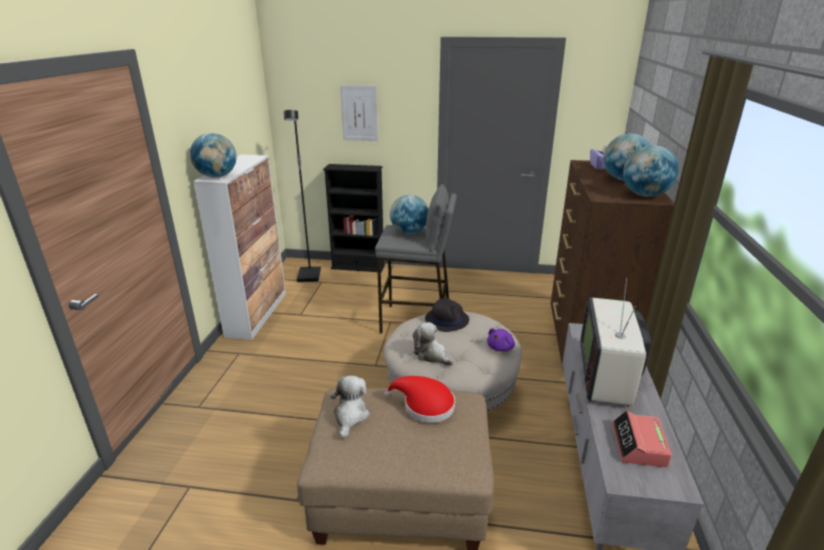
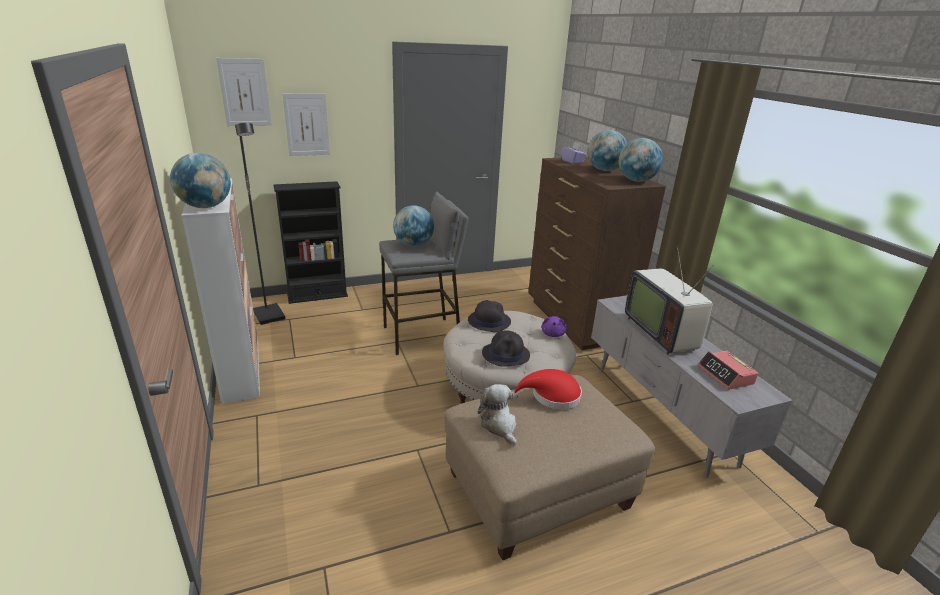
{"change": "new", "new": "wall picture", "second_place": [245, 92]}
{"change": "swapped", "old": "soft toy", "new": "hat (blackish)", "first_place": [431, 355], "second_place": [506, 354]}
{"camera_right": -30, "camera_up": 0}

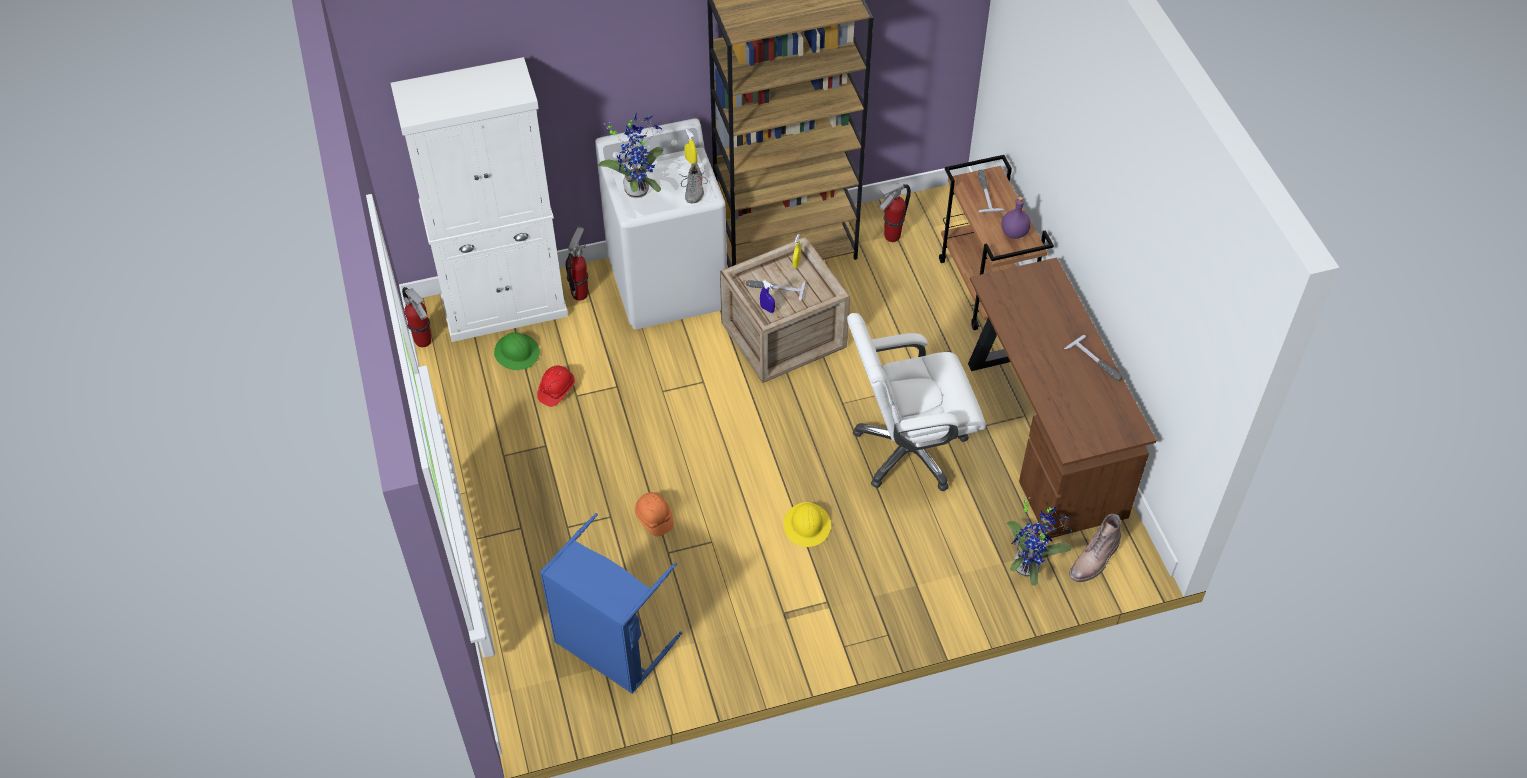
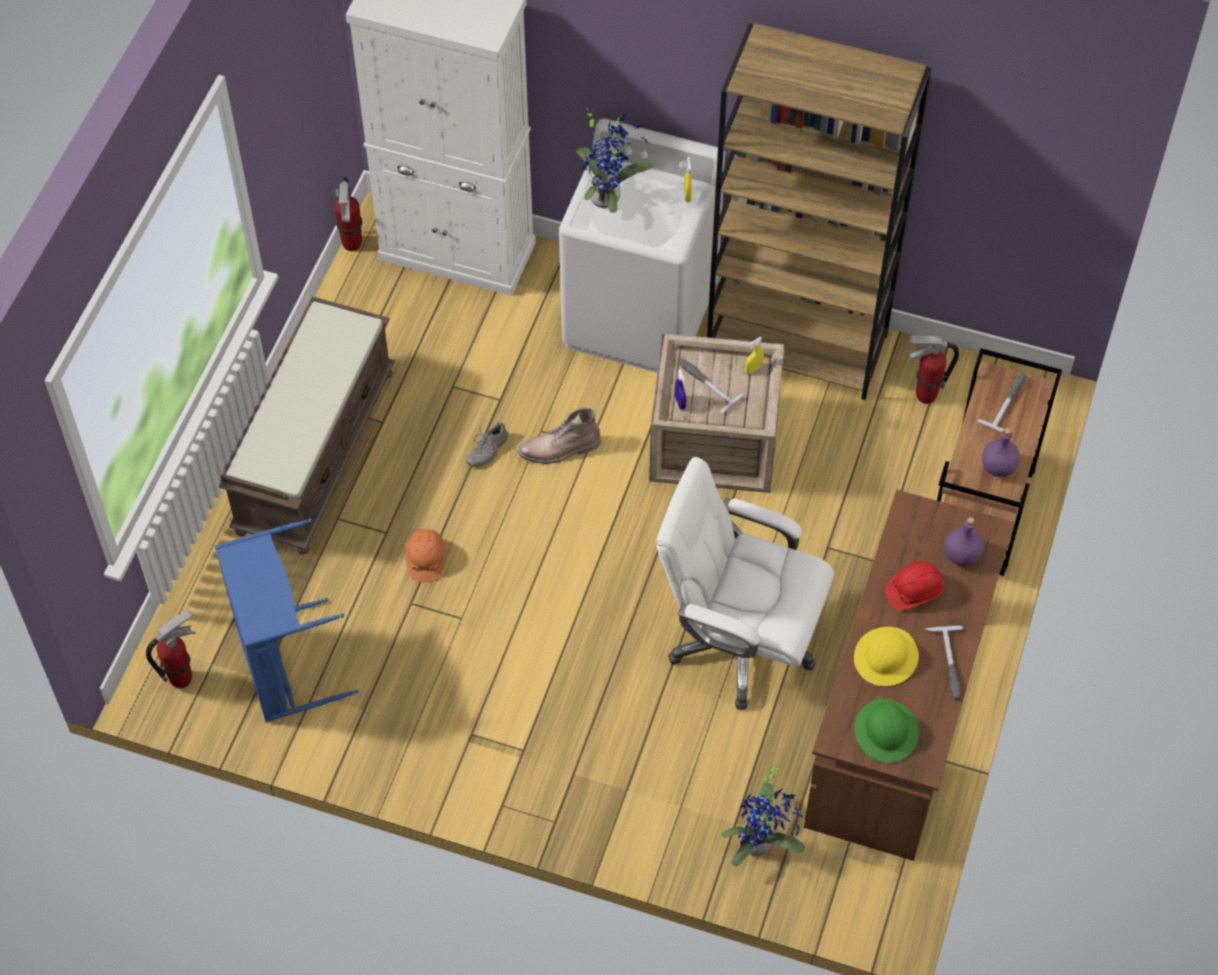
{"change": "shifted", "old": "fire extinguisher", "first_place": [580, 294], "second_place": [182, 678]}
{"change": "new", "new": "bench (brown)", "second_place": [314, 450]}
{"change": "shifted", "old": "item of footwear (grey)", "first_place": [693, 189], "second_place": [487, 450]}
{"change": "shifted", "old": "high-top boot (brown)", "first_place": [1094, 560], "second_place": [559, 449]}
{"change": "shifted", "old": "hard hat (yellow)", "first_place": [807, 525], "second_place": [886, 657]}
{"change": "shifted", "old": "hard hat (green)", "first_place": [517, 352], "second_place": [886, 731]}
{"change": "shifted", "old": "hard hat (reddish)", "first_place": [556, 390], "second_place": [913, 591]}
{"change": "new", "new": "beverage bottle (purplish)", "second_place": [962, 555]}
{"camera_right": 35, "camera_up": 5}

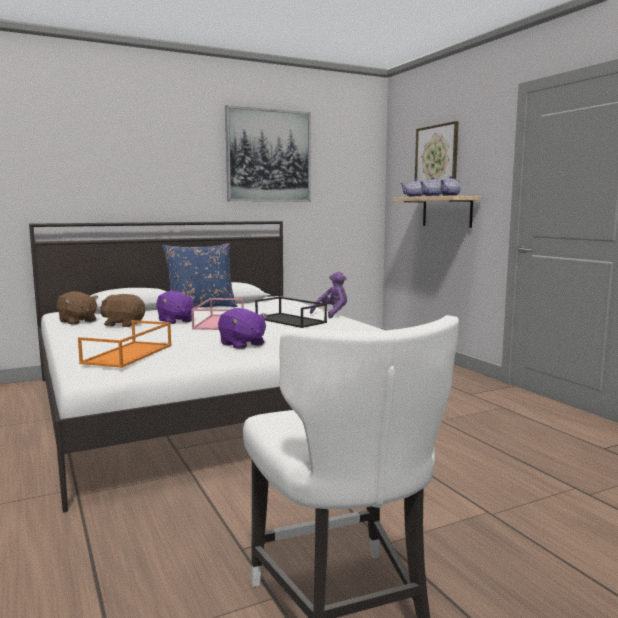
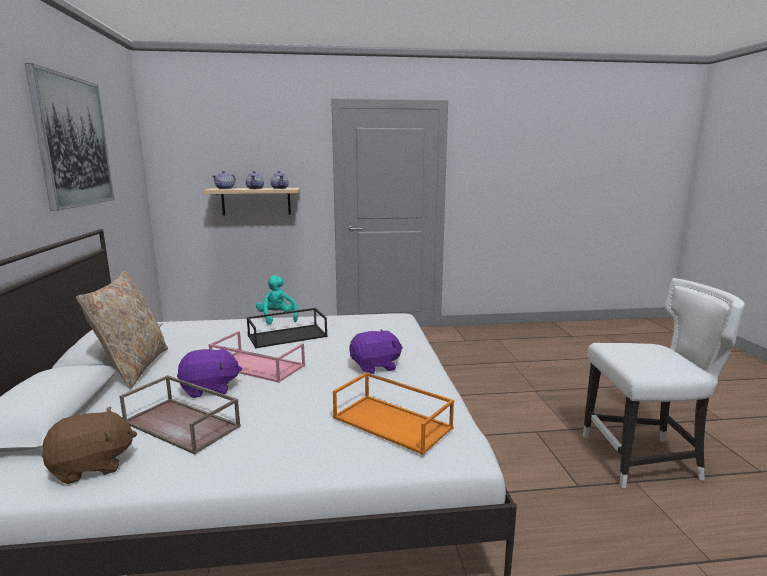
{"change": "repainted", "old": "pillow (blue-coloured)", "new": "pillow (sand-coloured)", "first_place": [201, 307], "second_place": [133, 367]}
{"change": "swapped", "old": "soft toy (brown)", "new": "tray (brown)", "first_place": [123, 324], "second_place": [183, 424]}
{"change": "repainted", "old": "soft toy (purplish)", "new": "soft toy (turquoise-coloured)", "first_place": [332, 314], "second_place": [277, 318]}
{"change": "gone", "old": "wall picture", "first_place": [436, 157]}
{"camera_right": -70, "camera_up": 5}

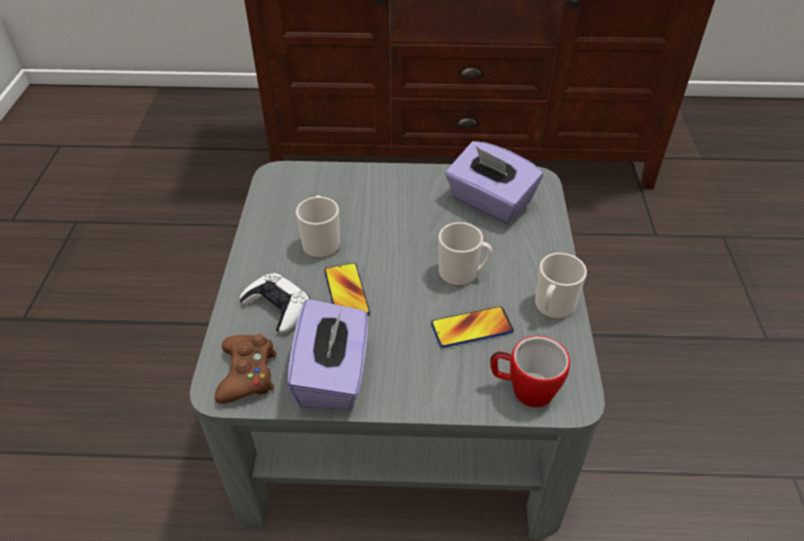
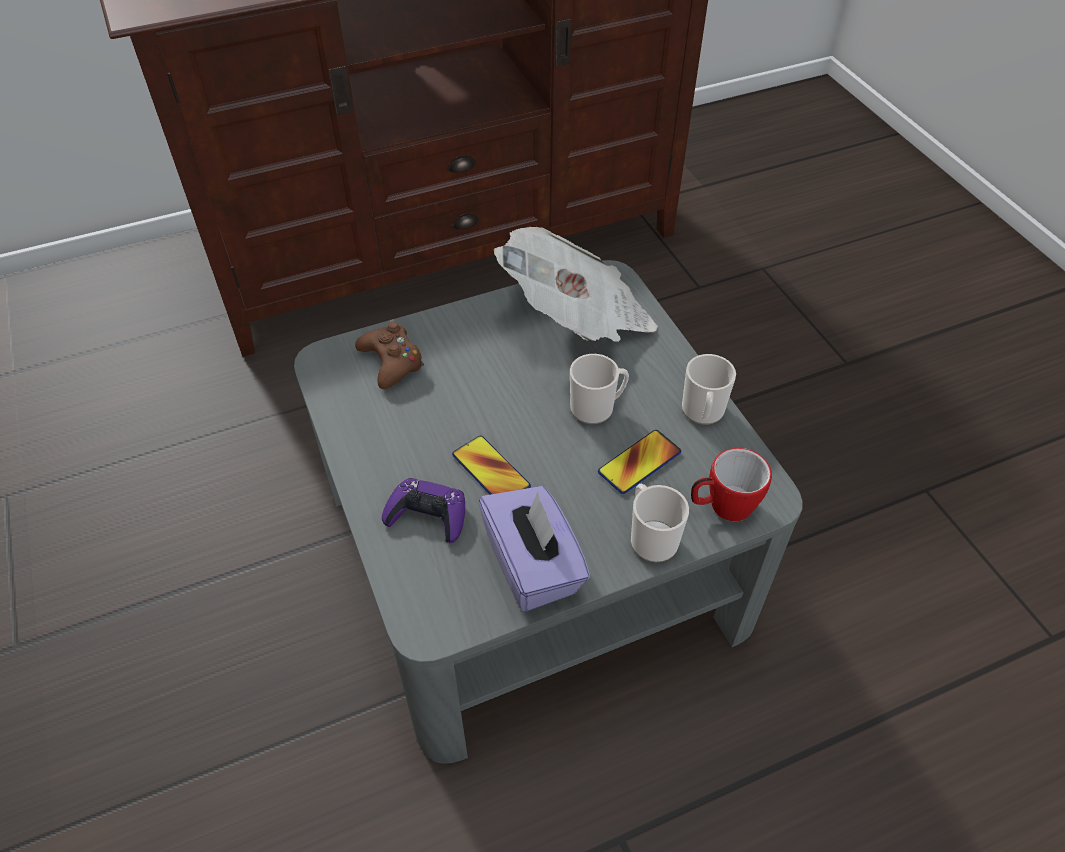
{"change": "shifted", "old": "game controller (brown)", "first_place": [248, 374], "second_place": [392, 362]}
{"change": "repainted", "old": "game controller (whitish)", "new": "game controller (purplish)", "first_place": [277, 307], "second_place": [427, 515]}
{"change": "swapped", "old": "tissue holder (purplish)", "new": "newspaper", "first_place": [489, 202], "second_place": [577, 318]}
{"change": "shifted", "old": "tea mug", "first_place": [321, 243], "second_place": [651, 537]}
{"camera_right": -25, "camera_up": 5}

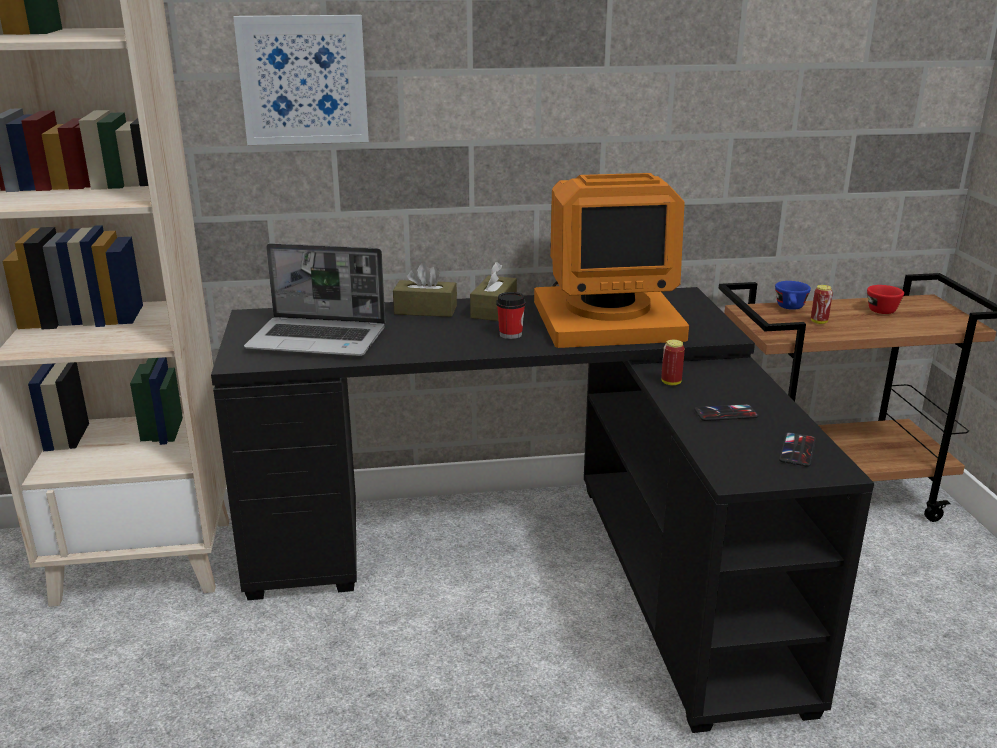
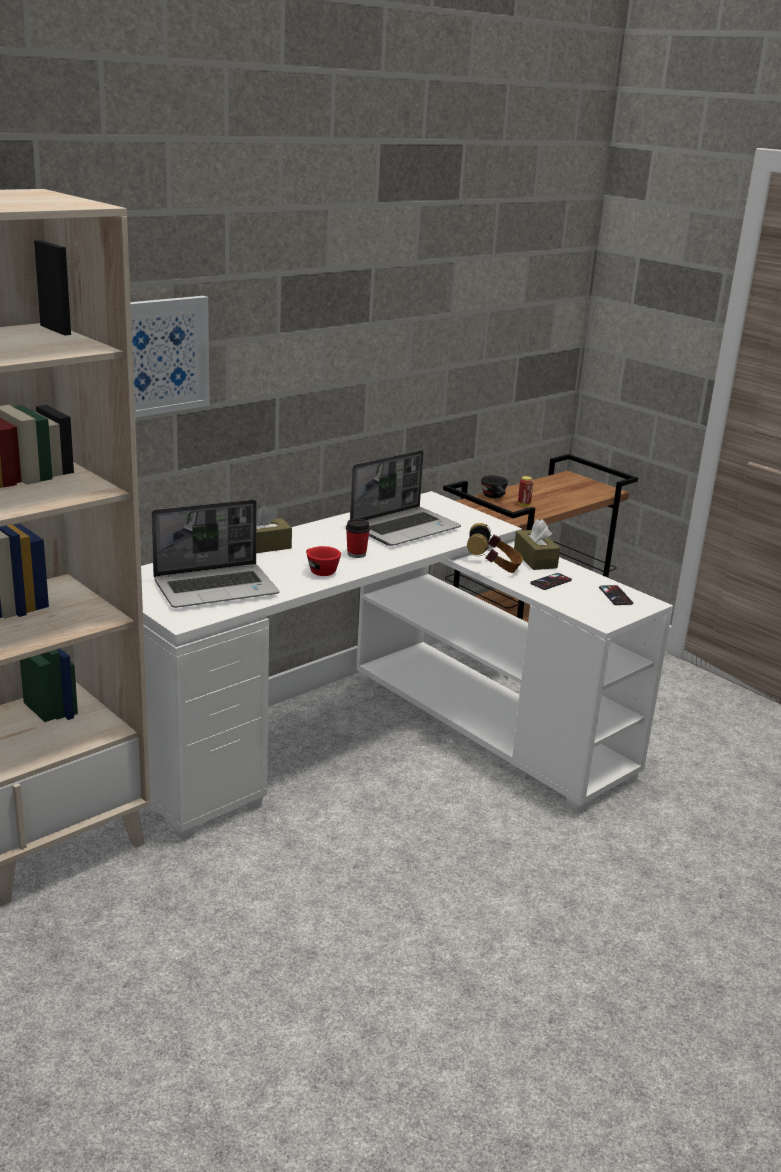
{"change": "repainted", "old": "desk table (blackish)", "new": "desk table (whitish)", "first_place": [538, 561], "second_place": [377, 740]}
{"change": "shifted", "old": "small cup (reddish)", "first_place": [879, 309], "second_place": [319, 571]}
{"change": "swapped", "old": "computer screen", "new": "portable computer", "first_place": [606, 318], "second_place": [405, 528]}
{"change": "swapped", "old": "sealed can", "new": "headset", "first_place": [671, 383], "second_place": [493, 568]}
{"change": "repainted", "old": "small cup (blue-coloured)", "new": "small cup (blackish)", "first_place": [791, 308], "second_place": [495, 497]}
{"change": "shifted", "old": "tissue holder (brown)", "first_place": [494, 309], "second_place": [535, 559]}
{"camera_right": -35, "camera_up": 0}

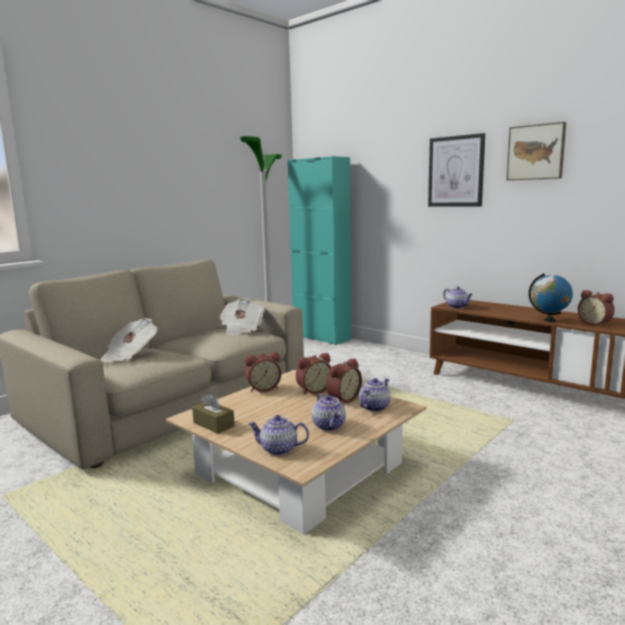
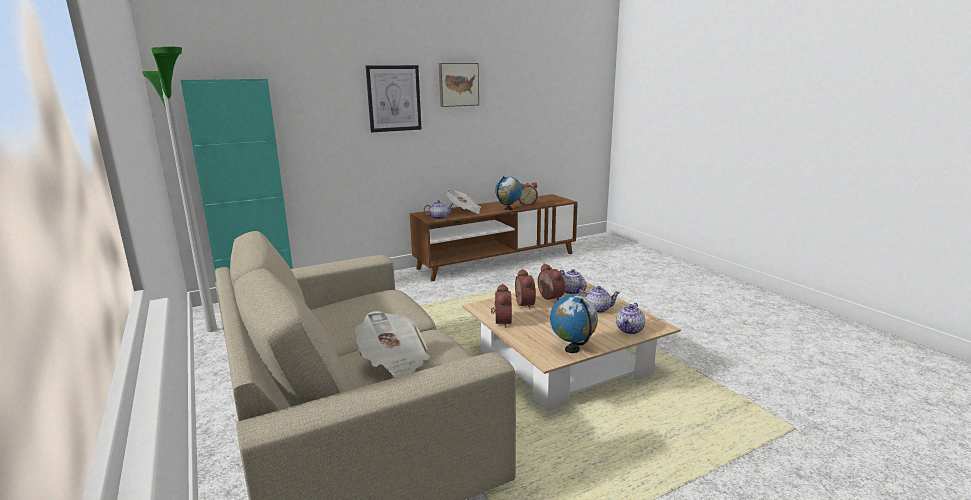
{"change": "shifted", "old": "newspaper", "first_place": [241, 329], "second_place": [464, 211]}
{"change": "swapped", "old": "tissue holder (brown)", "new": "world globe", "first_place": [213, 424], "second_place": [572, 349]}
{"camera_right": -70, "camera_up": 5}

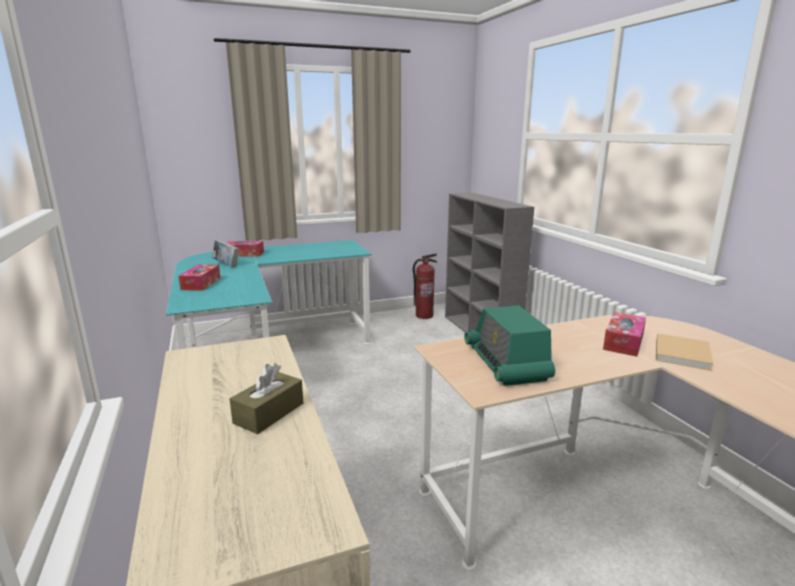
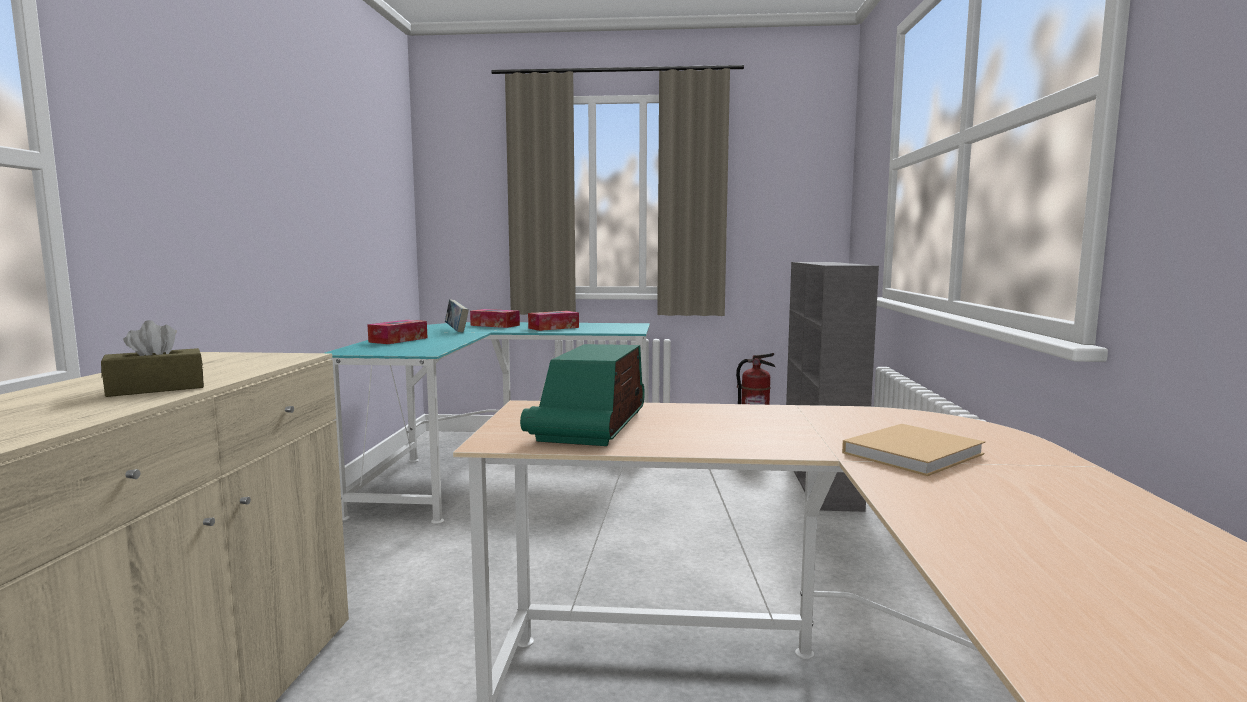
{"change": "shifted", "old": "tissue holder", "first_place": [623, 342], "second_place": [553, 328]}
{"camera_right": 25, "camera_up": -10}

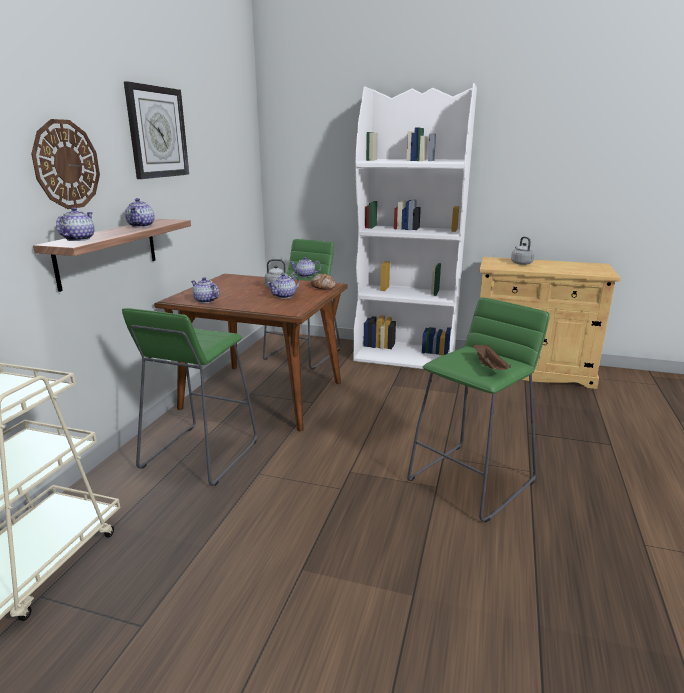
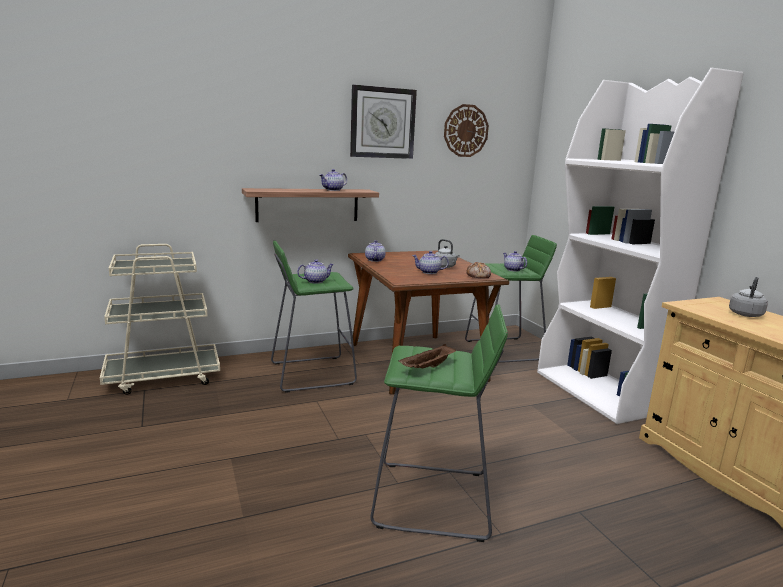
{"change": "shifted", "old": "pot for tea", "first_place": [78, 239], "second_place": [315, 281]}
{"change": "shifted", "old": "wall clock", "first_place": [66, 164], "second_place": [466, 131]}
{"camera_right": 50, "camera_up": -5}

